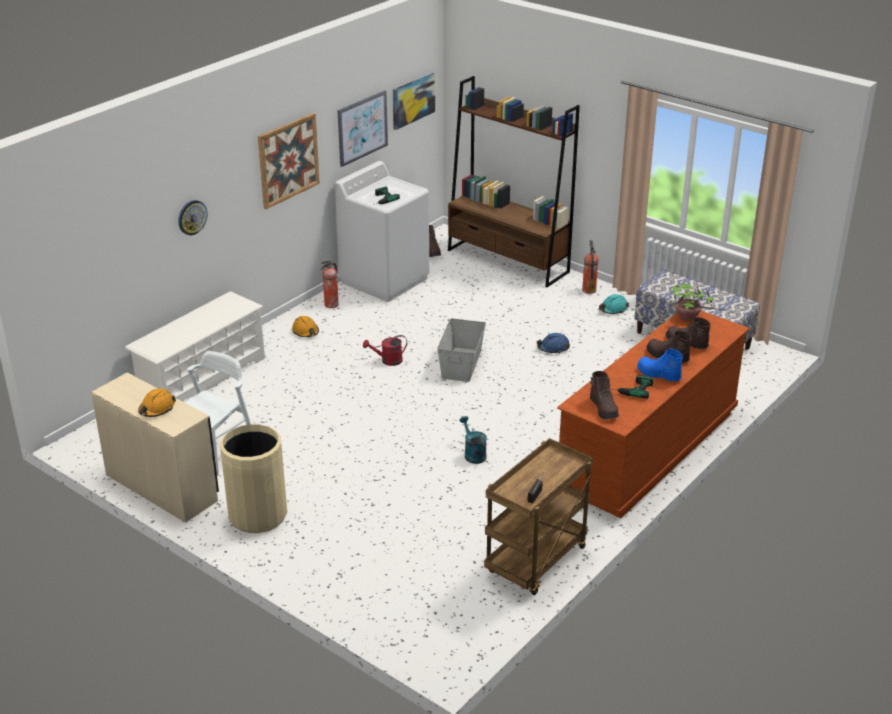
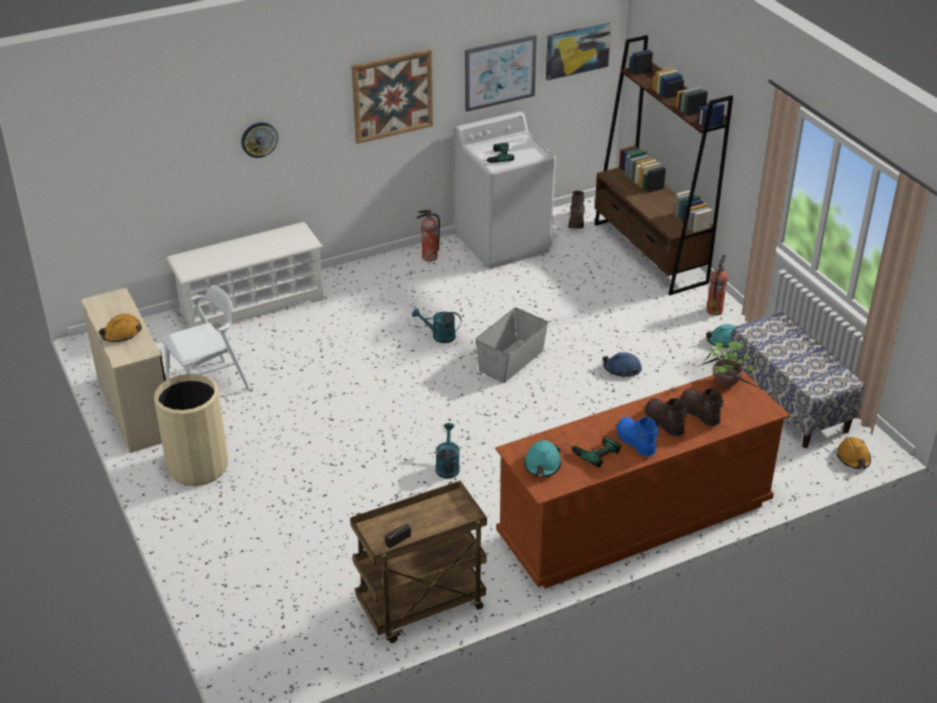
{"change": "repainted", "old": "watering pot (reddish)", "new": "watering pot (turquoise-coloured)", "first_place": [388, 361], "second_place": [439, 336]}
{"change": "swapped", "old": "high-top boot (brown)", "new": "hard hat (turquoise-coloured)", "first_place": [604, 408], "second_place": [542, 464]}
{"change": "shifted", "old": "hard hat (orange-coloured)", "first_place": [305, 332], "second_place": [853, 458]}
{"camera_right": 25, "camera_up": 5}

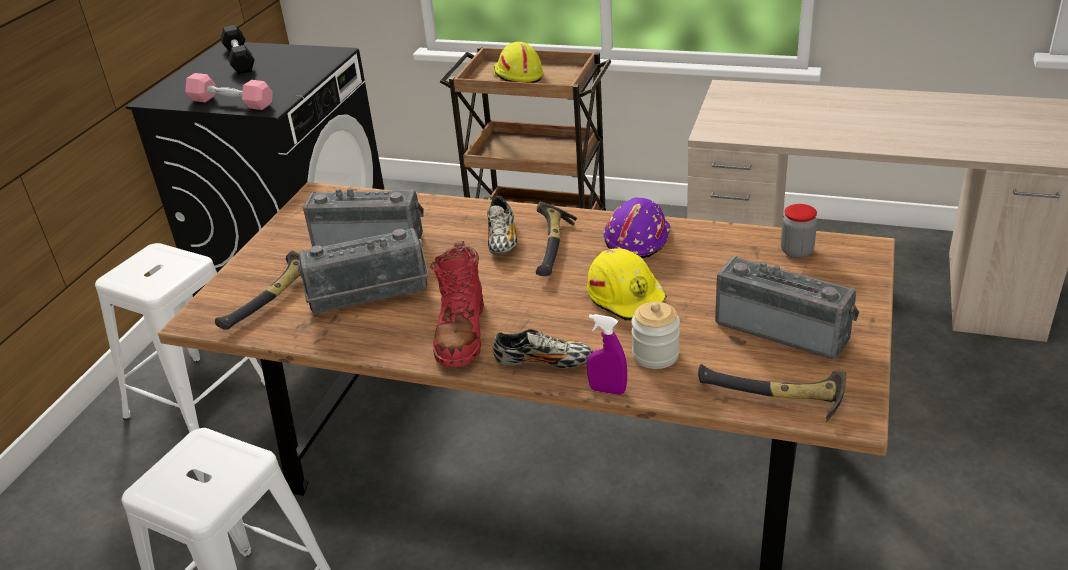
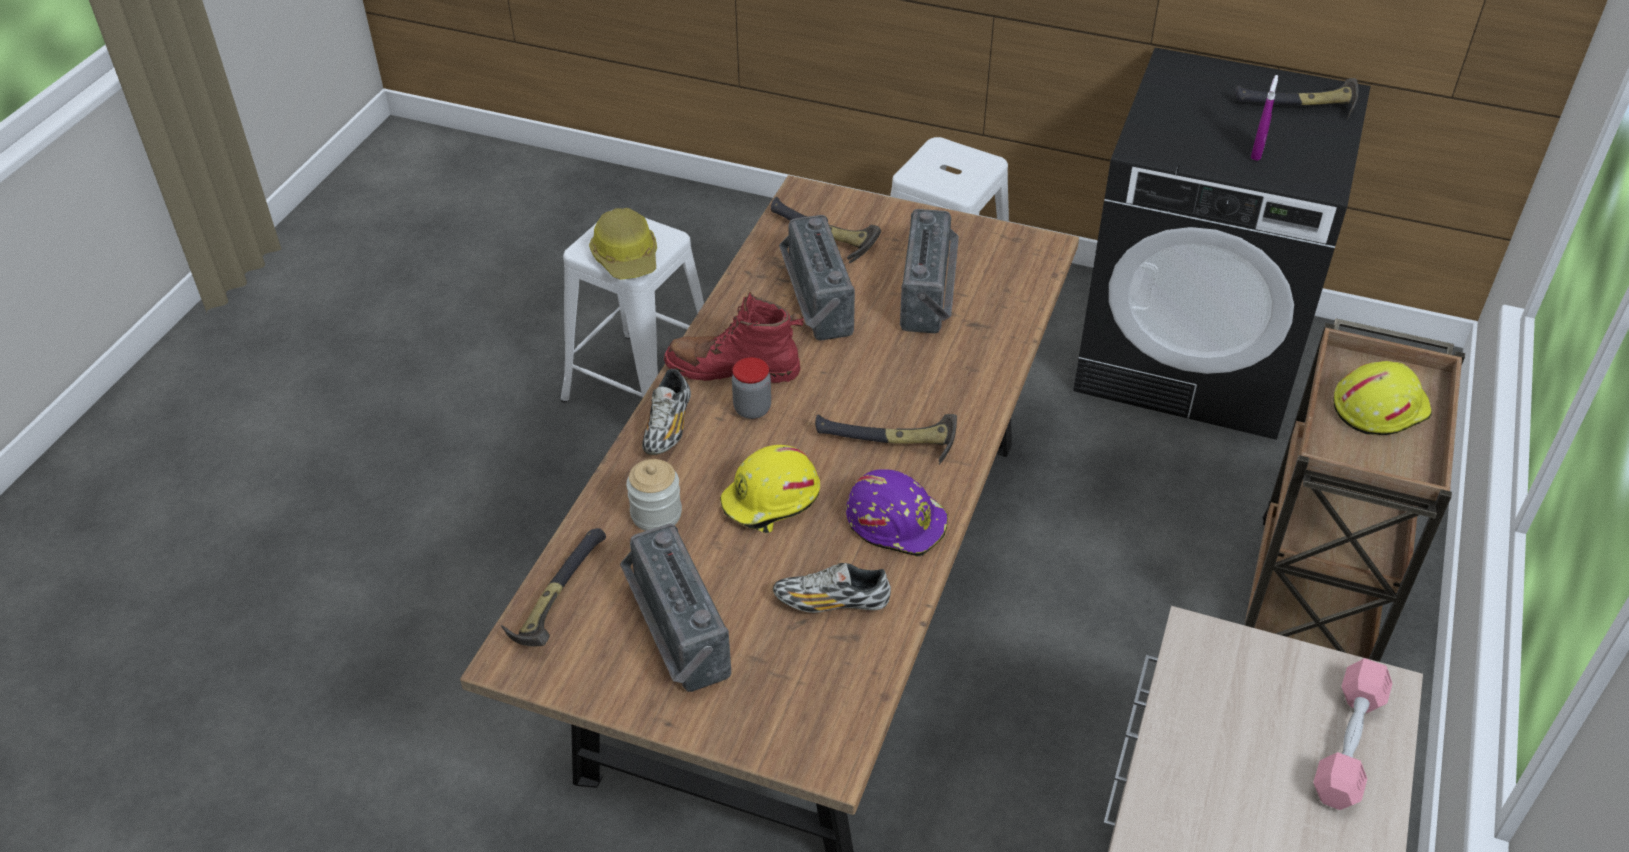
{"change": "new", "new": "hard hat", "second_place": [627, 257]}
{"change": "rotated", "old": "radio set", "first_place": [784, 328], "second_place": [674, 632], "degrees": 120}
{"change": "shifted", "old": "jar", "first_place": [796, 251], "second_place": [752, 409]}
{"change": "shifted", "old": "item of footwear", "first_place": [502, 240], "second_place": [831, 602]}
{"change": "swapped", "old": "dumbbell (blackish)", "new": "hand hammer", "first_place": [239, 59], "second_place": [1299, 108]}
{"change": "shifted", "old": "sprayer (purplish)", "first_place": [607, 390], "second_place": [1257, 153]}
{"change": "shifted", "old": "dumbbell (pink-coloured)", "first_place": [231, 102], "second_place": [1348, 744]}
{"camera_right": 90, "camera_up": 10}

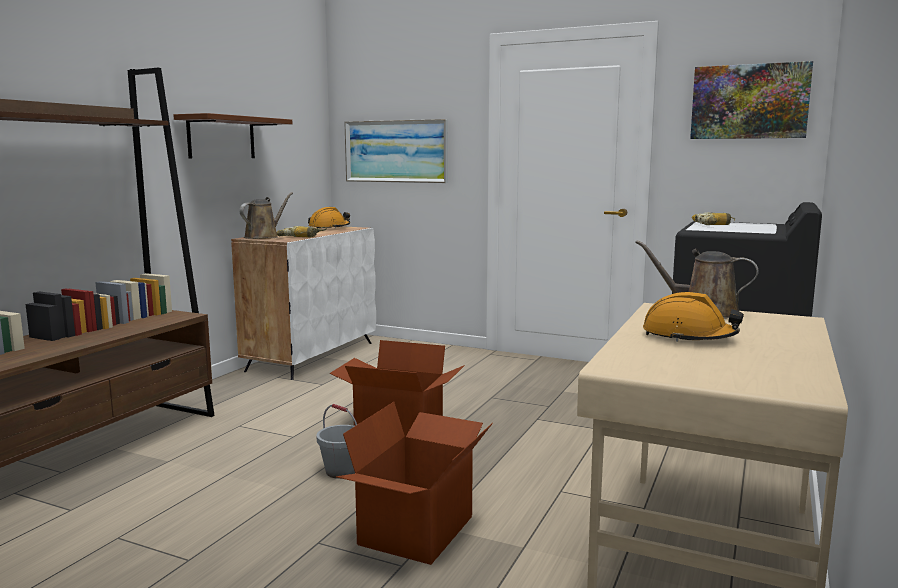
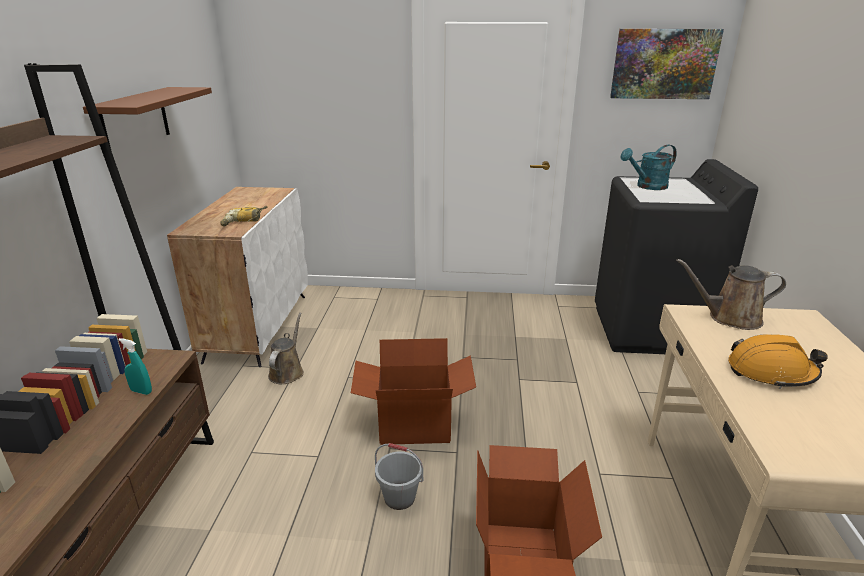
{"change": "new", "new": "sprayer (turquoise-coloured)", "second_place": [141, 391]}
{"change": "shifted", "old": "watering pot (brown)", "first_place": [264, 237], "second_place": [287, 372]}
{"change": "swapped", "old": "electric drill", "new": "watering pot (turquoise-coloured)", "first_place": [715, 225], "second_place": [647, 186]}
{"change": "gone", "old": "hard hat (orange-coloured)", "first_place": [329, 228]}
{"change": "gone", "old": "wall picture", "first_place": [396, 151]}
{"camera_right": -20, "camera_up": 15}

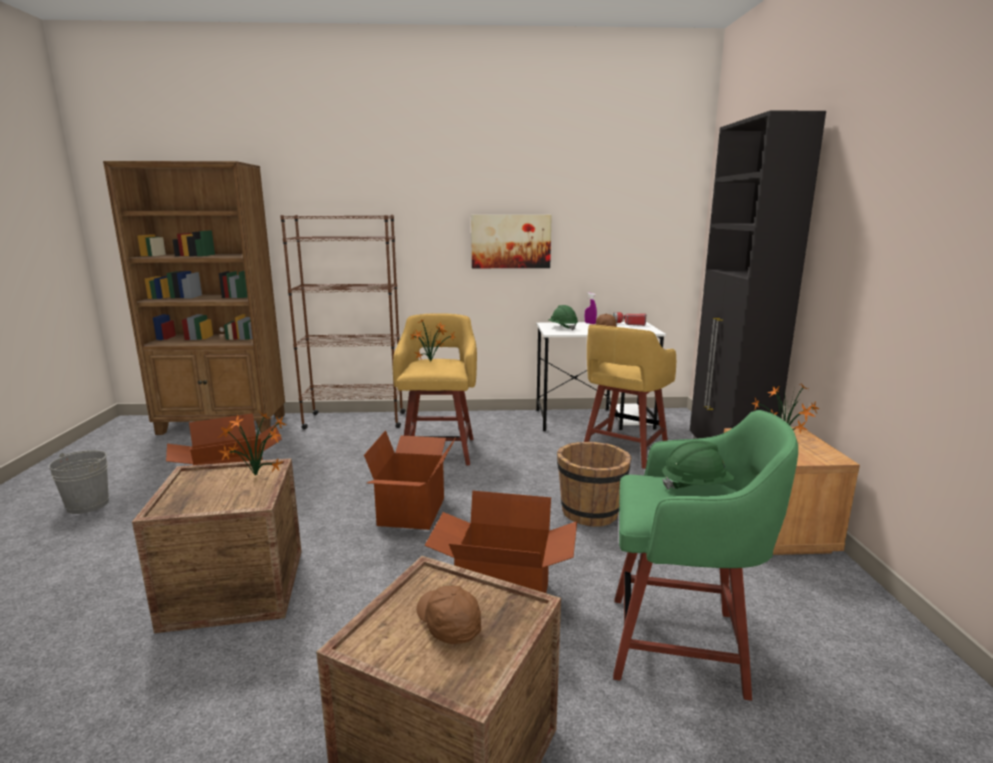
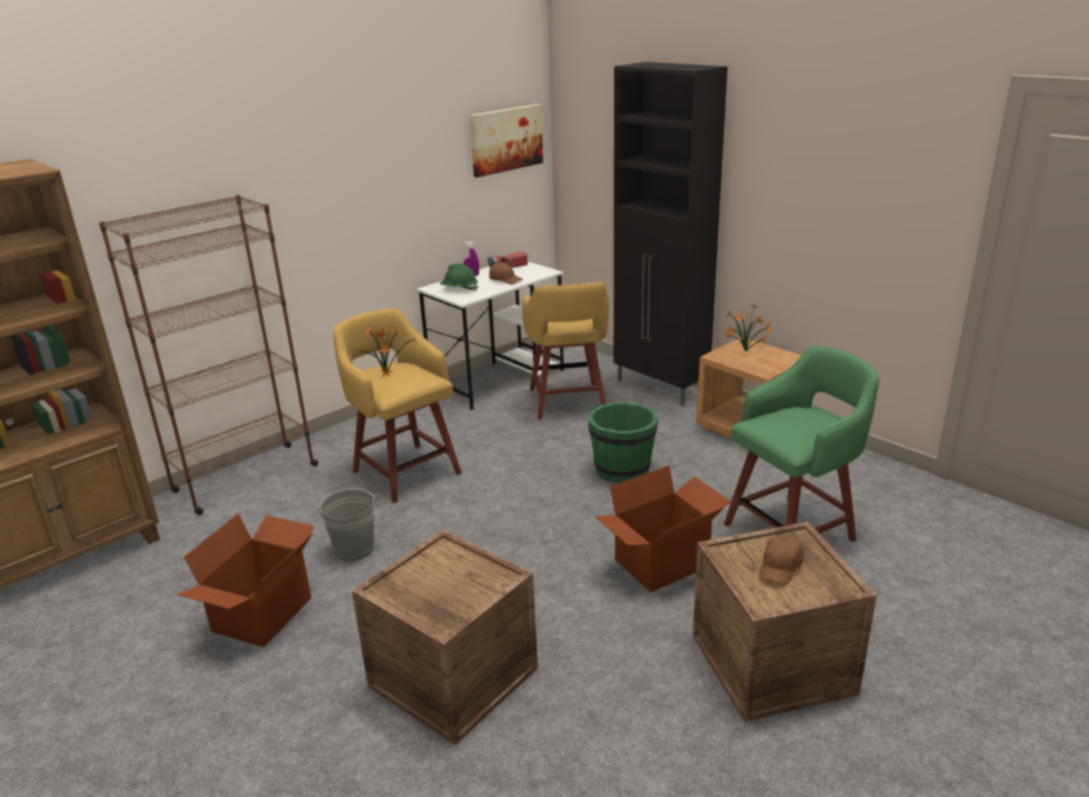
{"change": "shifted", "old": "bucket (grey)", "first_place": [88, 505], "second_place": [354, 549]}
{"change": "shifted", "old": "wall picture", "first_place": [511, 241], "second_place": [506, 139]}
{"change": "repainted", "old": "bucket (brown)", "new": "bucket (green)", "first_place": [590, 512], "second_place": [622, 470]}
{"change": "rotated", "old": "baseball cap (brown)", "first_place": [447, 623], "second_place": [780, 568], "degrees": -75}
{"change": "gone", "old": "potted plant", "first_place": [254, 475]}
{"change": "gone", "old": "packing box", "first_place": [413, 511]}
{"change": "gone", "old": "hard hat (green)", "first_place": [696, 486]}
{"camera_right": -40, "camera_up": 10}

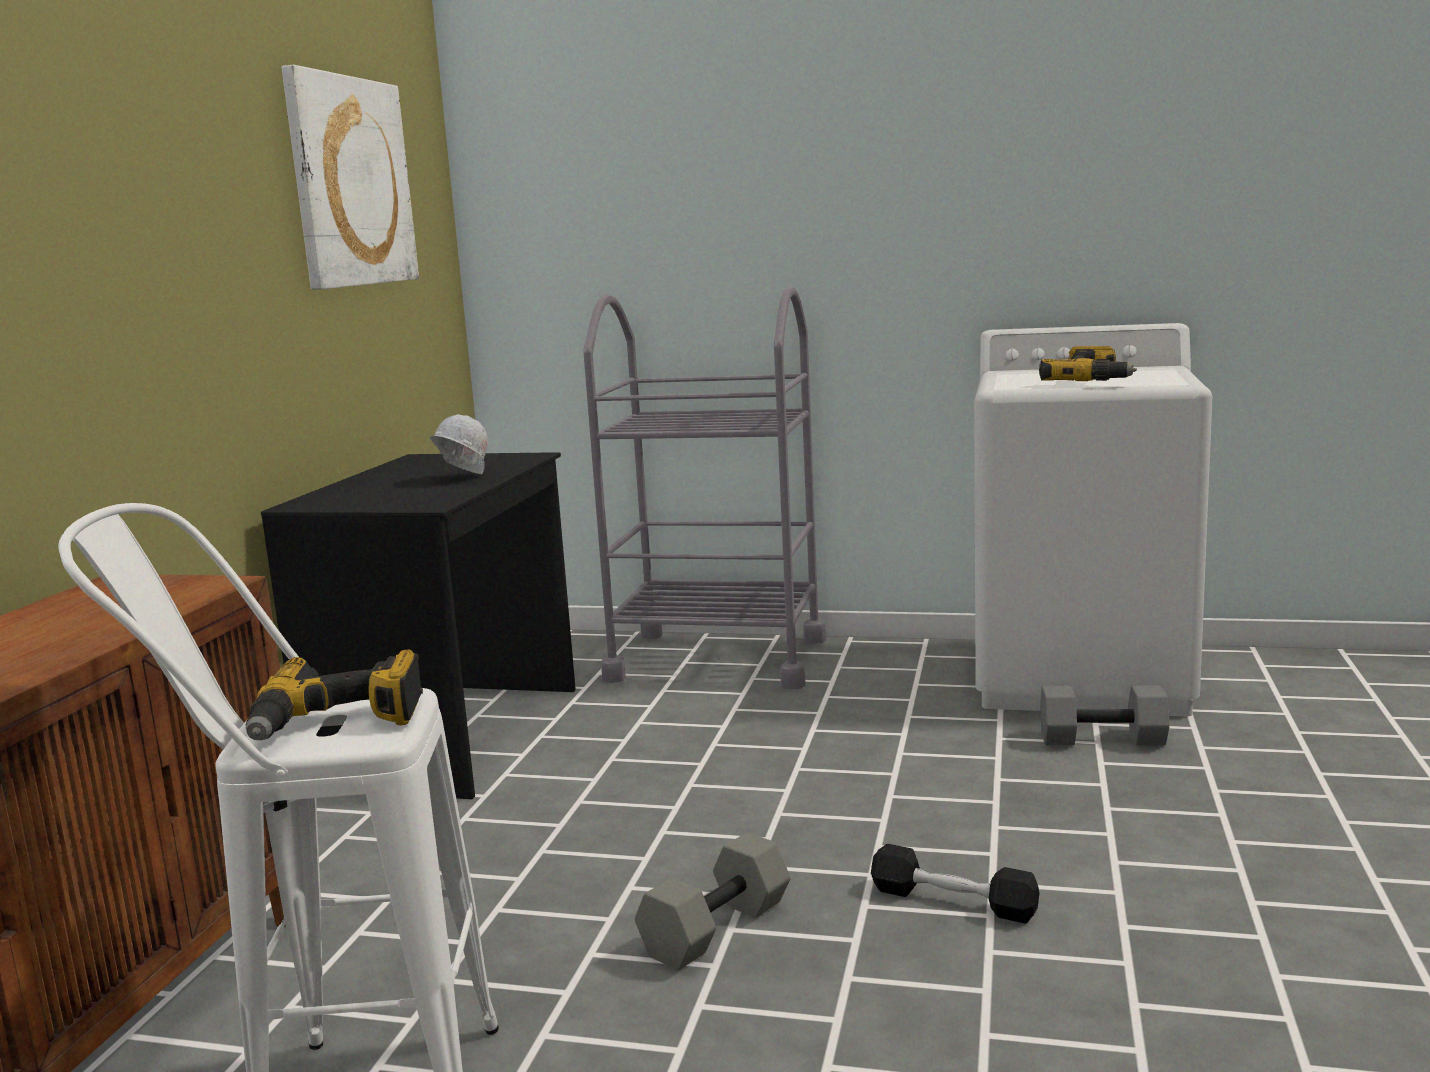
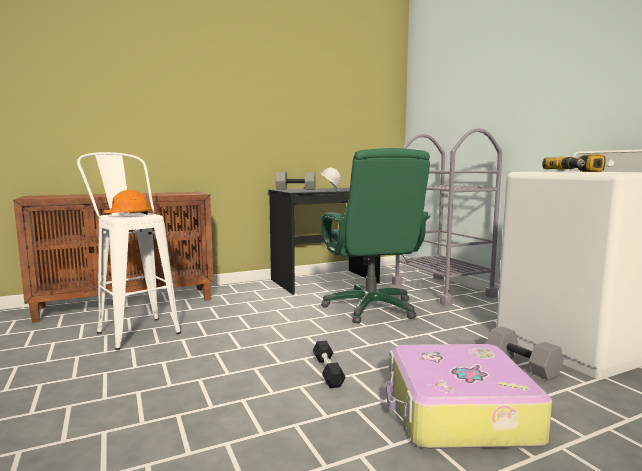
{"change": "swapped", "old": "electric drill", "new": "hard hat (orange-coloured)", "first_place": [337, 723], "second_place": [129, 215]}
{"change": "shifted", "old": "dumbbell (grey)", "first_place": [715, 927], "second_place": [296, 189]}
{"change": "new", "new": "desk chair (green)", "second_place": [371, 308]}
{"change": "new", "new": "travel case", "second_place": [458, 413]}
{"change": "gone", "old": "wall picture", "first_place": [350, 182]}
{"camera_right": 50, "camera_up": -5}

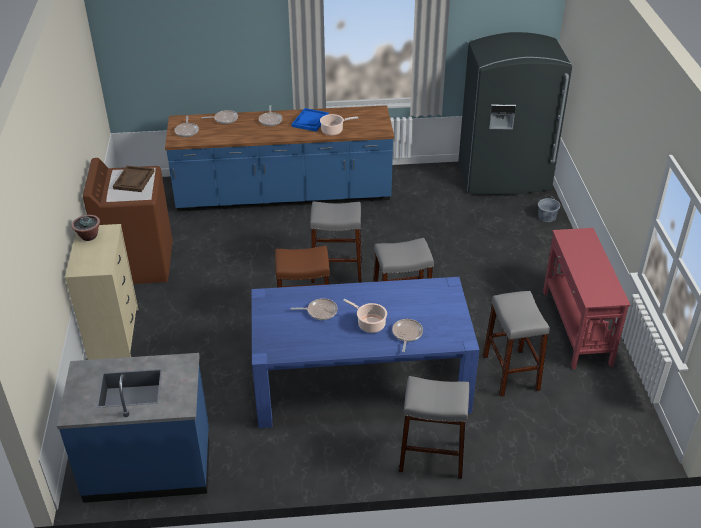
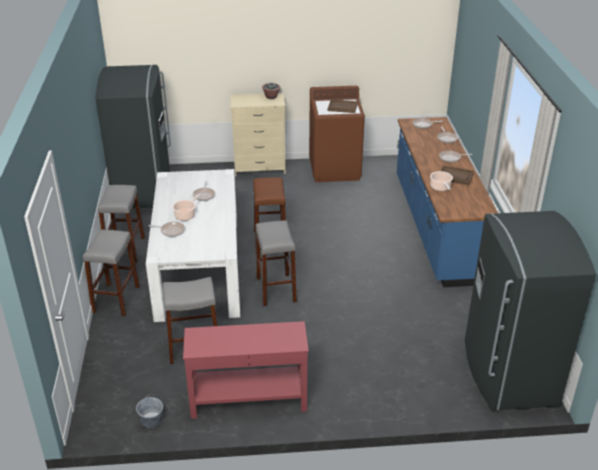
{"change": "swapped", "old": "kitchen base unit (blue-coloured)", "new": "kitchen fridge (grey)", "first_place": [148, 465], "second_place": [144, 189]}
{"change": "shifted", "old": "sitting stool (grey)", "first_place": [336, 271], "second_place": [125, 249]}
{"change": "shifted", "old": "bucket (grey)", "first_place": [547, 217], "second_place": [151, 420]}
{"change": "repainted", "old": "dining table (blue-coloured)", "new": "dining table (whitish)", "first_place": [360, 381], "second_place": [199, 268]}
{"change": "repainted", "old": "tray (blue-coloured)", "new": "tray (brown)", "first_place": [310, 121], "second_place": [455, 176]}
{"camera_right": 90, "camera_up": -5}

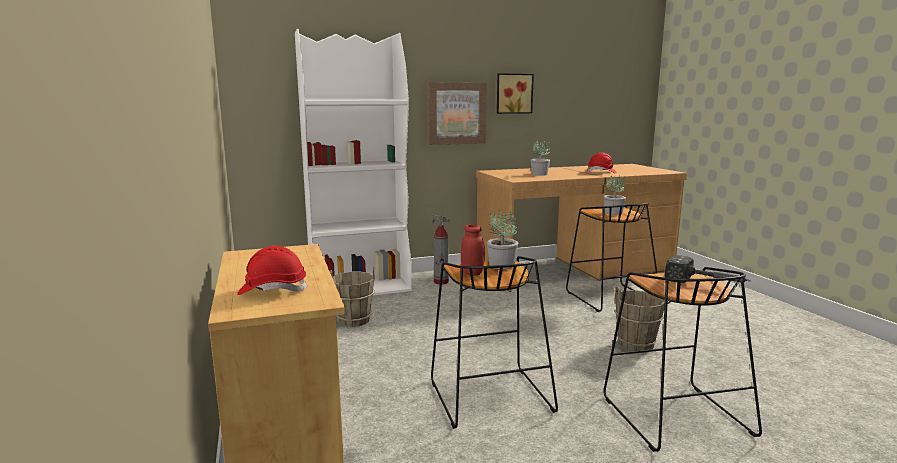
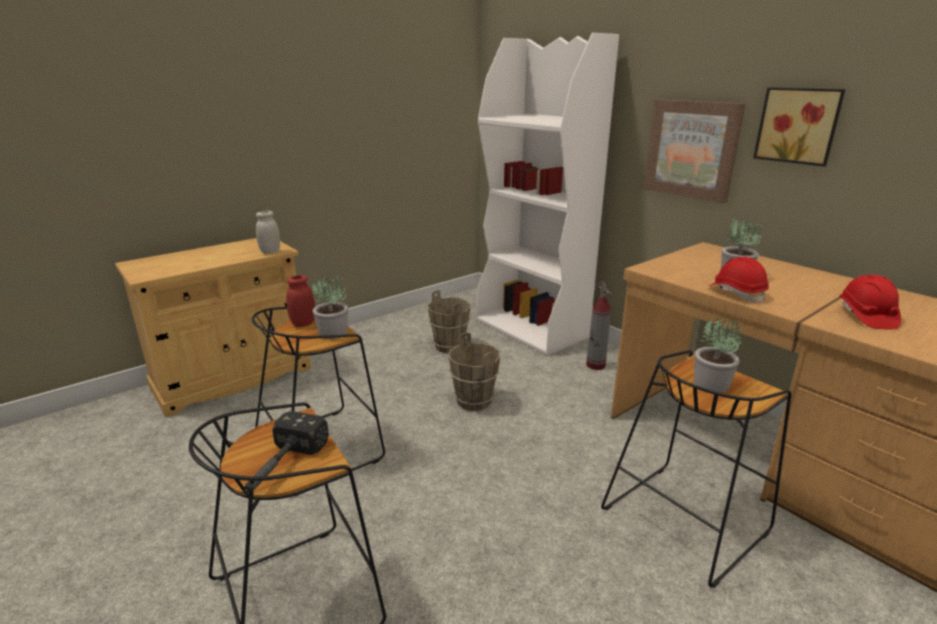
{"change": "new", "new": "jar (whitish)", "second_place": [270, 252]}
{"change": "shifted", "old": "bucket (brown)", "first_place": [636, 345], "second_place": [473, 401]}
{"change": "shifted", "old": "hard hat (reddish)", "first_place": [273, 290], "second_place": [736, 293]}
{"camera_right": 70, "camera_up": 10}

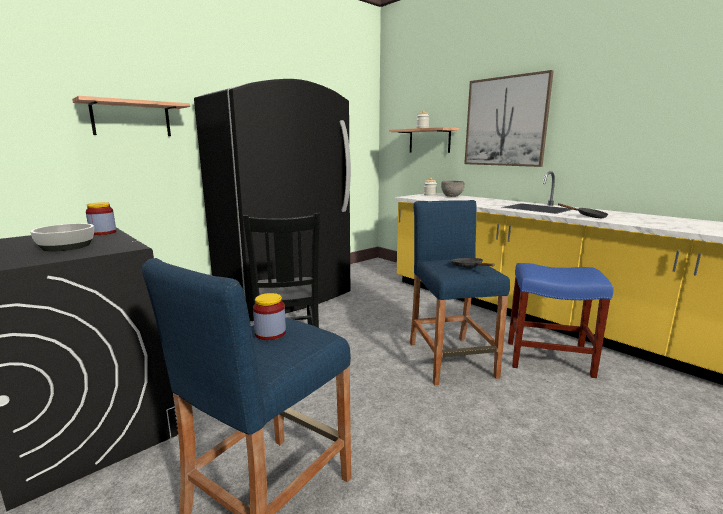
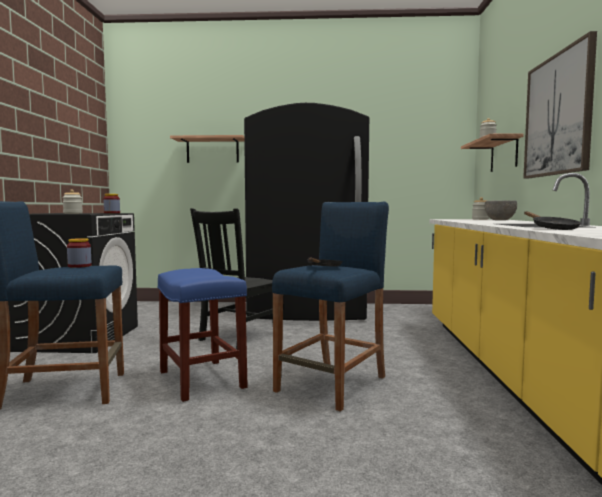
{"change": "swapped", "old": "serving bowl", "new": "jar", "first_place": [65, 246], "second_place": [73, 213]}
{"change": "shifted", "old": "sitting stool (blue-coloured)", "first_place": [549, 358], "second_place": [202, 380]}
{"camera_right": 45, "camera_up": -10}

